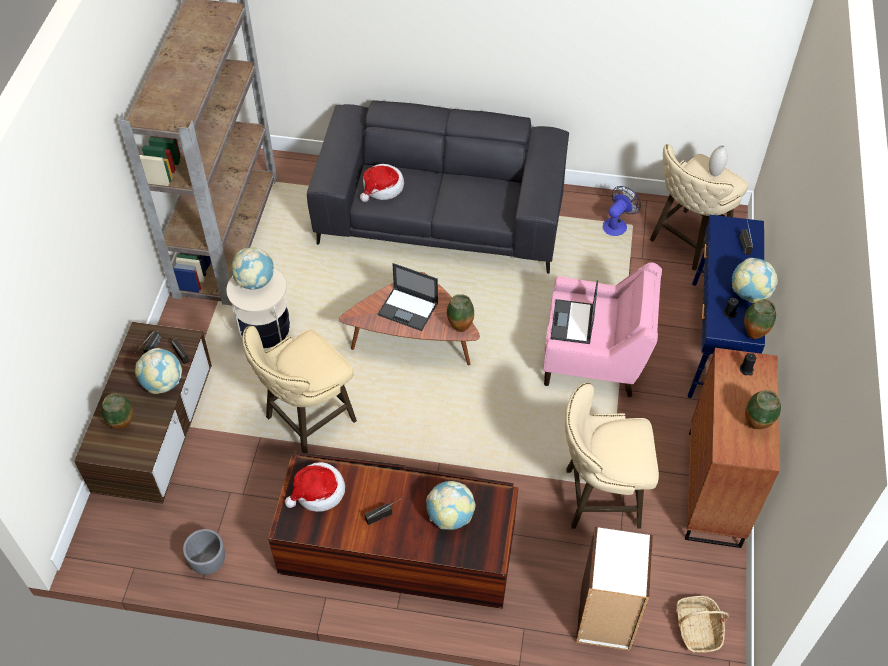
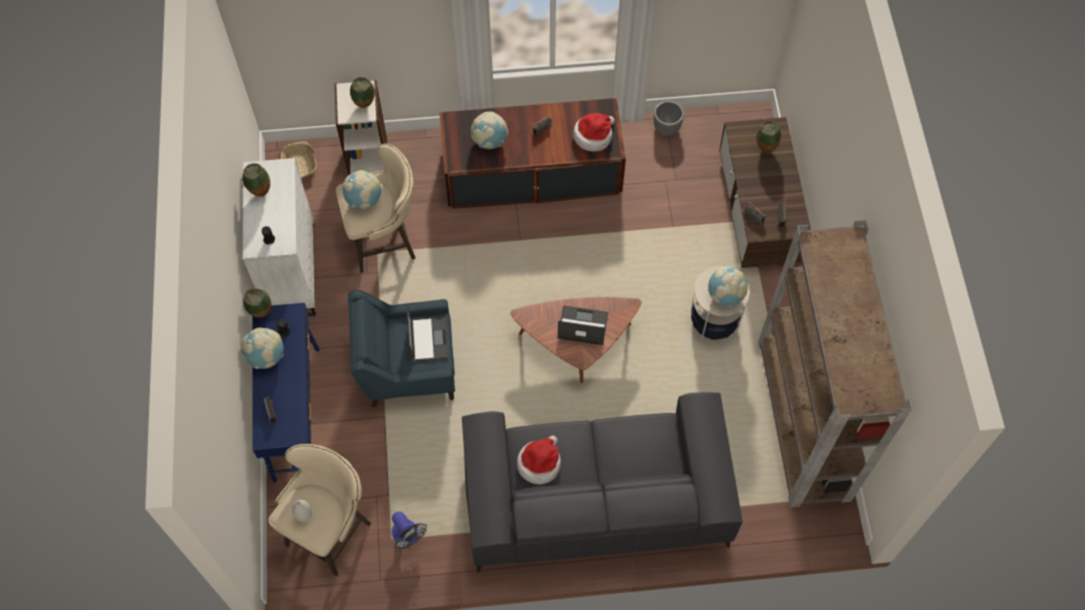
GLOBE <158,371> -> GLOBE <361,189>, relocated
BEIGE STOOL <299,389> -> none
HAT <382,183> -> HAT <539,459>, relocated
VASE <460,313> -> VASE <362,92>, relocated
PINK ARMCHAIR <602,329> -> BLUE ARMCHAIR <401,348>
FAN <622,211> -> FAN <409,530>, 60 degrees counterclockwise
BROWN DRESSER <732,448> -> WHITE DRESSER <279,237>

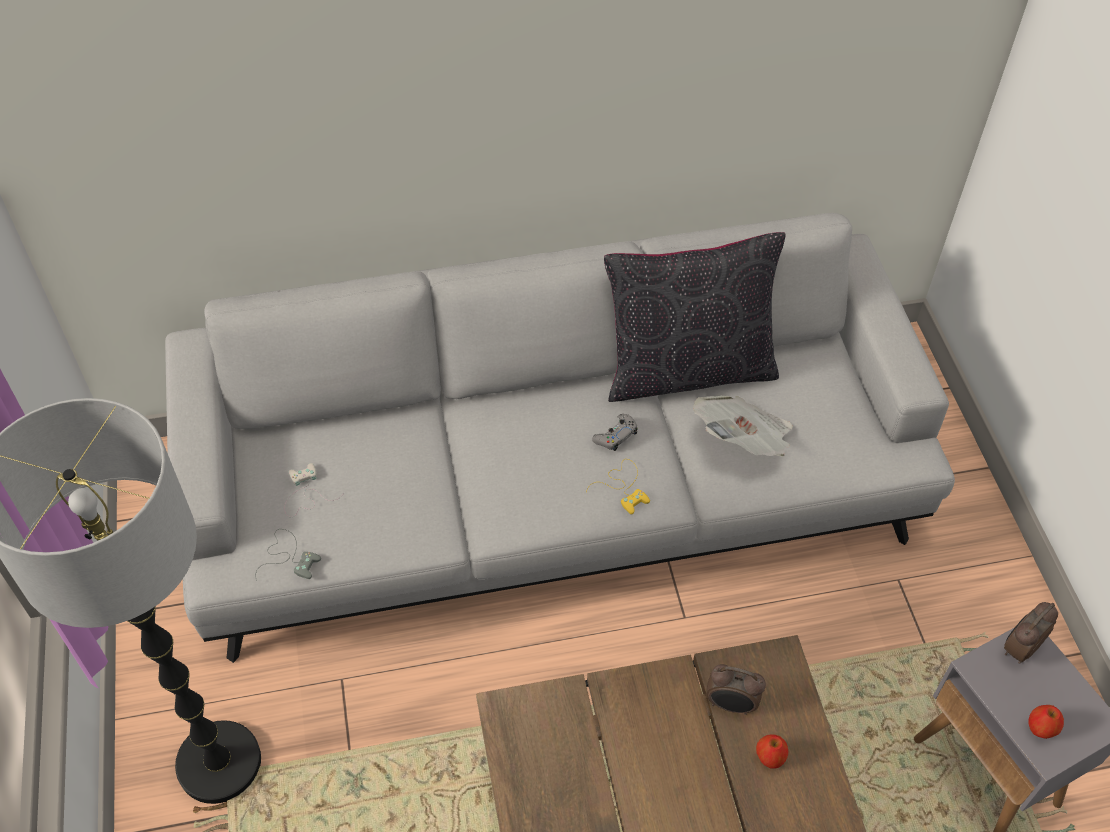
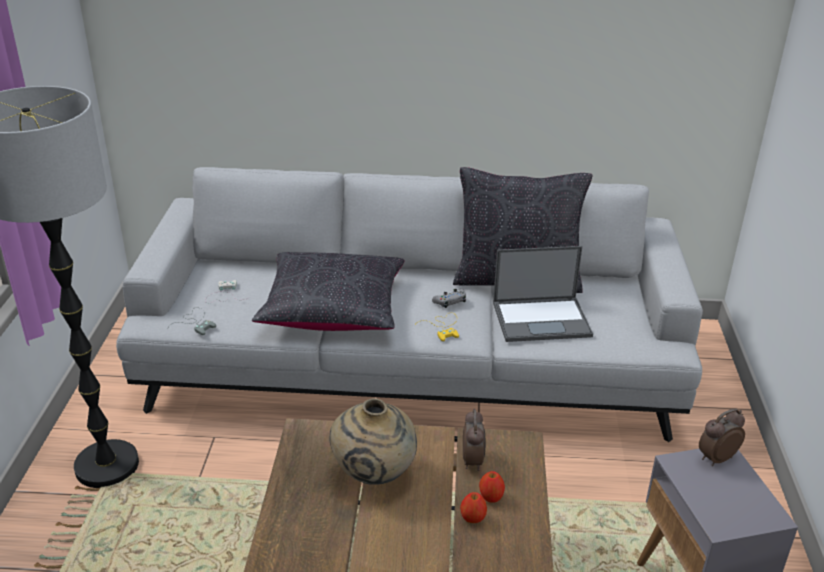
NEWSPAPER <743,426> -> LAPTOP <543,294>
ALARM CLOCK <736,689> -> ALARM CLOCK <474,439>, 120 degrees counterclockwise
APPLE <1046,722> -> APPLE <473,507>, relocated
none -> BLACK PILLOW <328,291>
none -> BEIGE VASE <373,441>

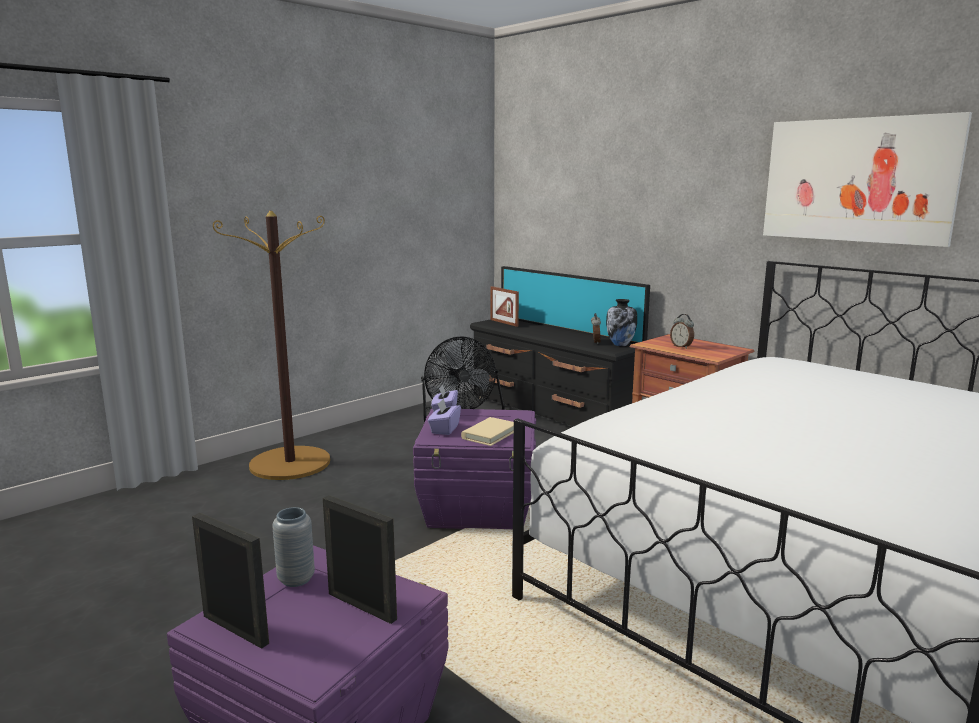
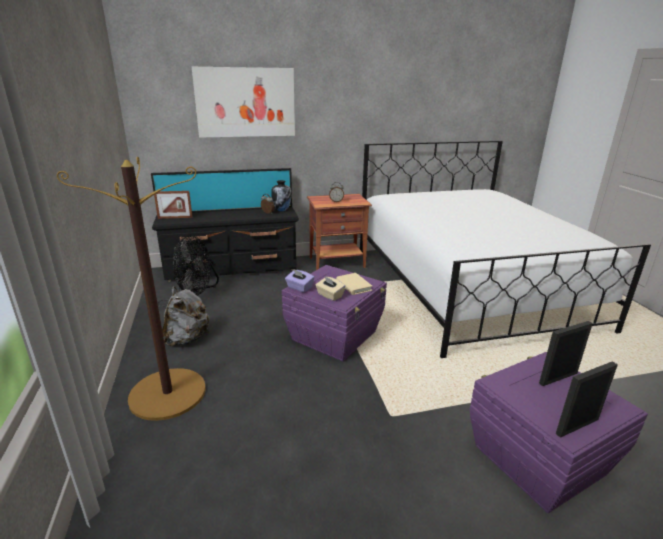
GREY VASE <293,547> -> none
PURPLE TISSUE BOX <444,416> -> BEIGE TISSUE BOX <330,289>
PICTURE <867,179> -> PICTURE <243,102>, relocated
none -> GREY BACKPACK <186,316>

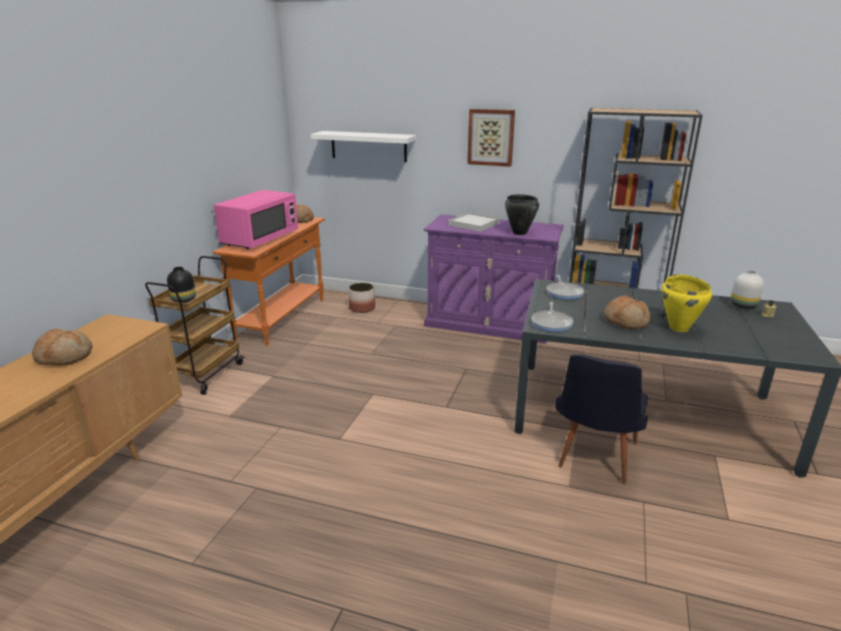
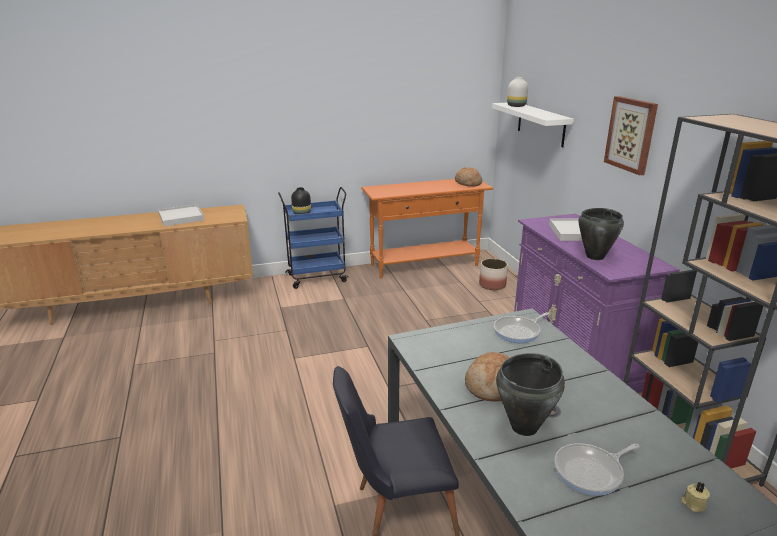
BREAD <62,347> -> WHITE TRAY <181,215>
BROWN CART <195,325> -> BLUE CART <313,238>
PINK MICROWAVE <256,219> -> none
FRYING PAN <552,317> -> FRYING PAN <597,469>, relocated
YELLOW COOKING POT <687,303> -> BLACK COOKING POT <530,394>
WHITE VASE <747,289> -> WHITE VASE <517,92>, relocated

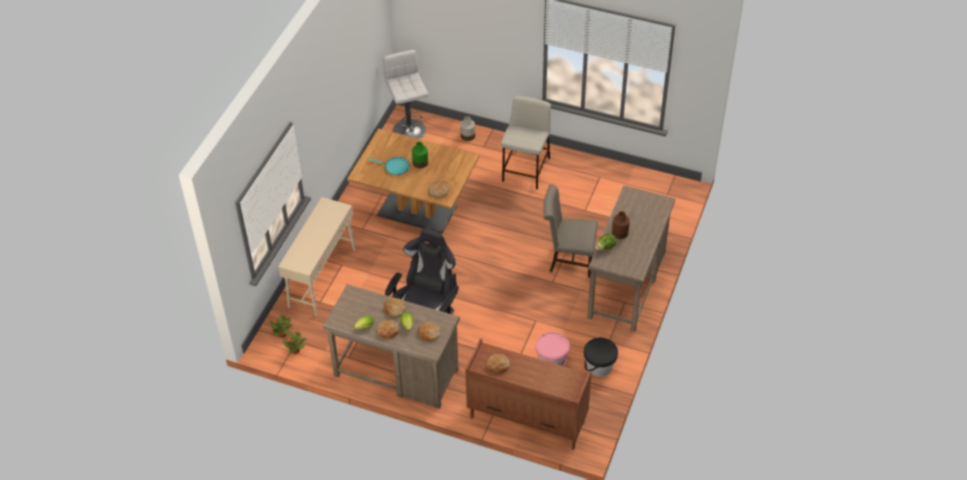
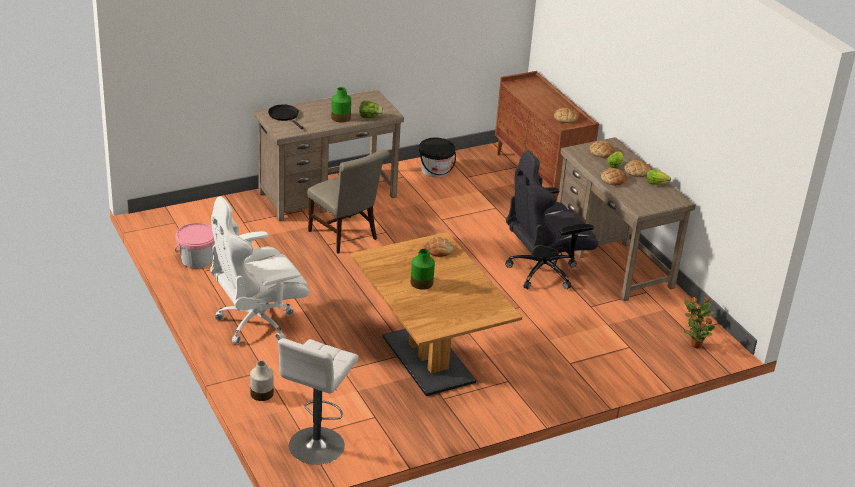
BEIGE CONSOLE TABLE <317,256> -> none
TURQUOISE FRYING PAN <389,166> -> none
BEIGE STOOL <526,142> -> WHITE OFFICE CHAIR <260,270>
PINK BUCKET <553,349> -> PINK BUCKET <194,245>, relocated
BROWN VASE <621,225> -> GREEN VASE <341,105>
none -> BLACK FRYING PAN <285,116>

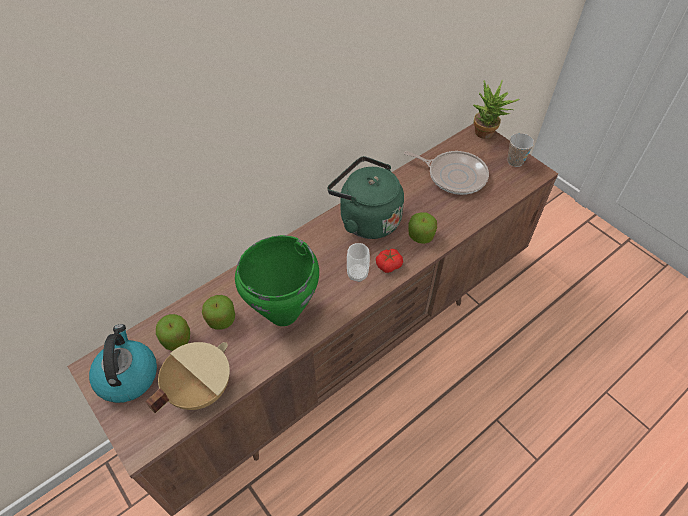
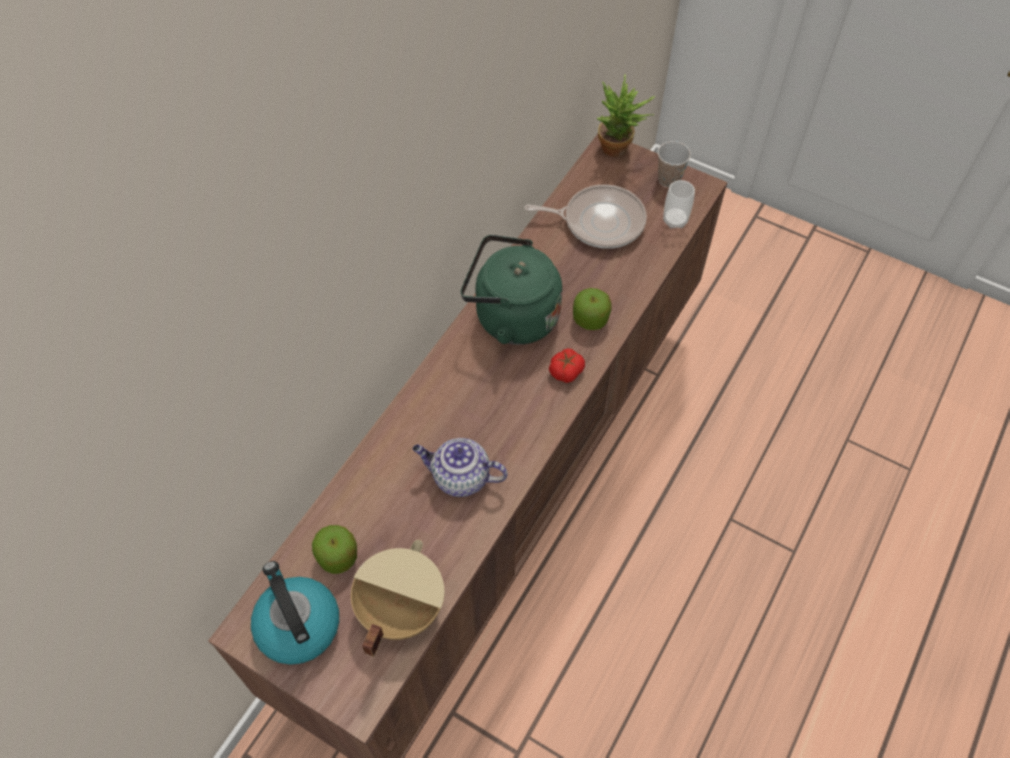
APPLE <218,312> -> none
GREEN COOKING POT <277,280> -> TEAPOT <460,467>
CUP <358,262> -> CUP <679,204>, relocated

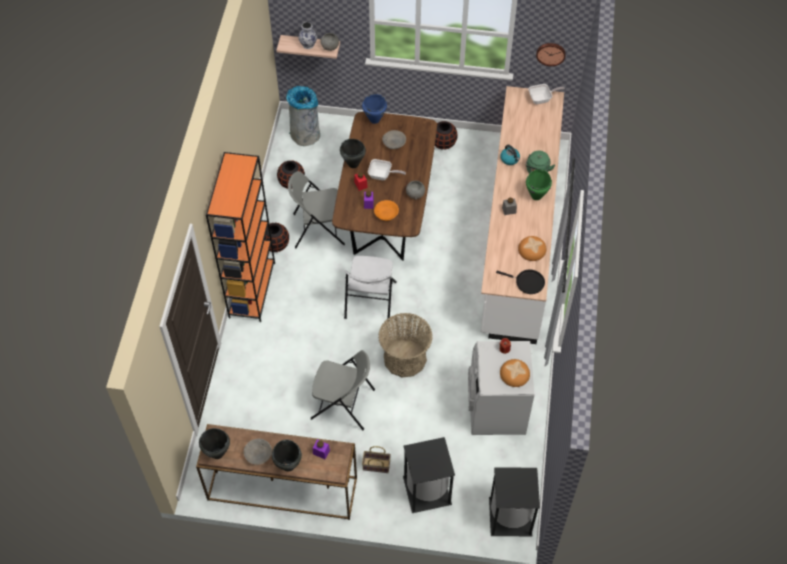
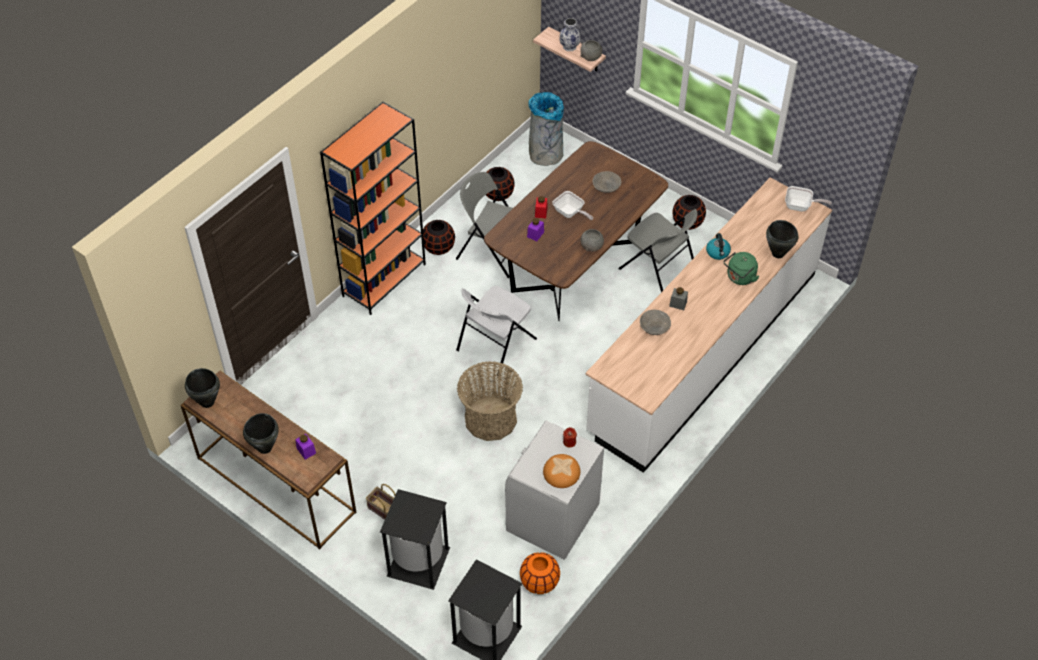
GREY BOWL <258,452> -> GREY BOWL <655,322>, relocated
GREY CHAIR <343,390> -> GREY CHAIR <658,250>, relocated
BLACK COOKING POT <353,153> -> BLACK COOKING POT <782,239>, relocated
BLUE COOKING POT <374,109> -> none
ORANGE BOWL <386,210> -> none
BLACK FRYING PAN <520,282> -> none
BREAD <532,248> -> none
GREEN COOKING POT <539,184> -> none
WALL CLOCK <551,54> -> none
none -> ORANGE VASE <540,573>

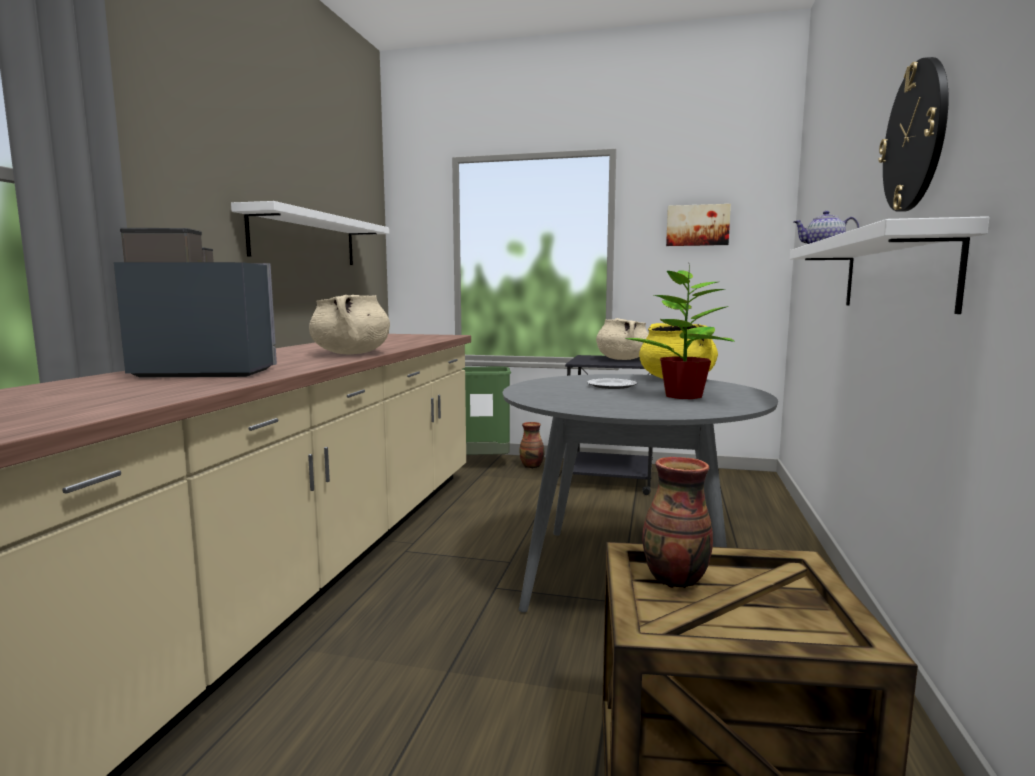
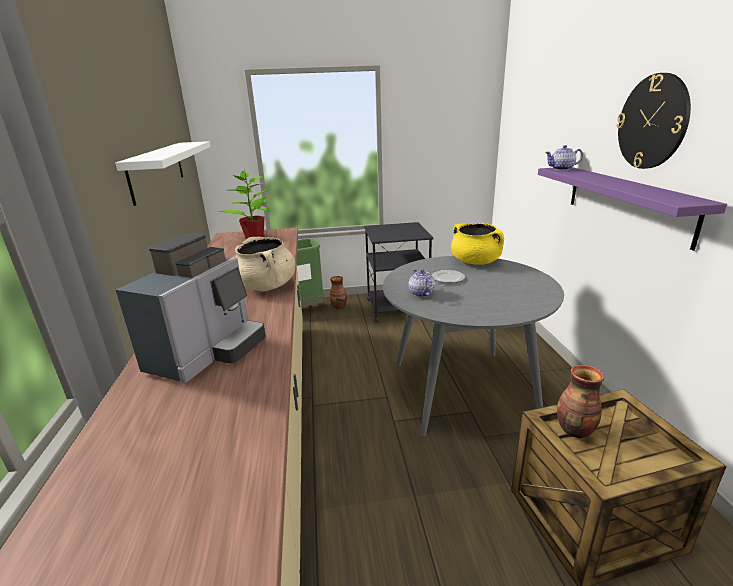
COFFEE MACHINE <195,302> -> COFFEE MACHINE <191,308>, 135 degrees clockwise
BEIGE COOKING POT <622,339> -> none
POTTED PLANT <680,332> -> POTTED PLANT <244,205>, relocated
PICTURE <698,225> -> none
WHITE SHELF <889,265> -> PURPLE SHELF <632,209>
none -> TEAPOT <421,283>

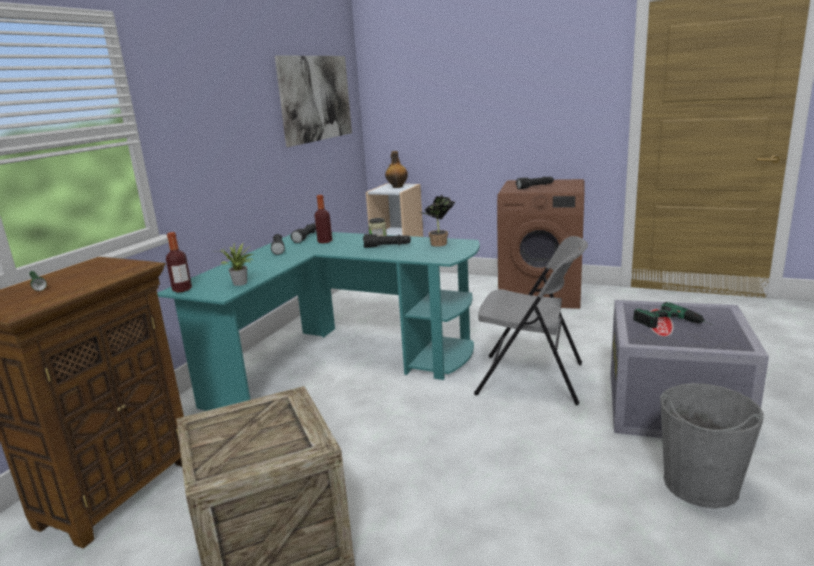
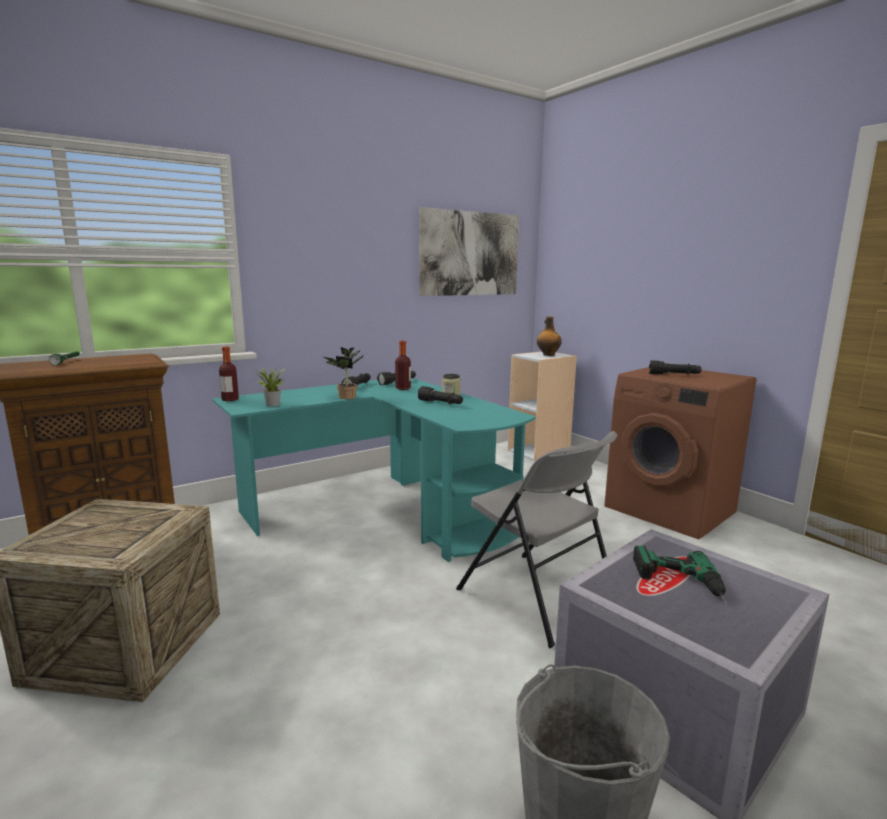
POTTED PLANT <437,221> -> POTTED PLANT <344,373>, relocated

